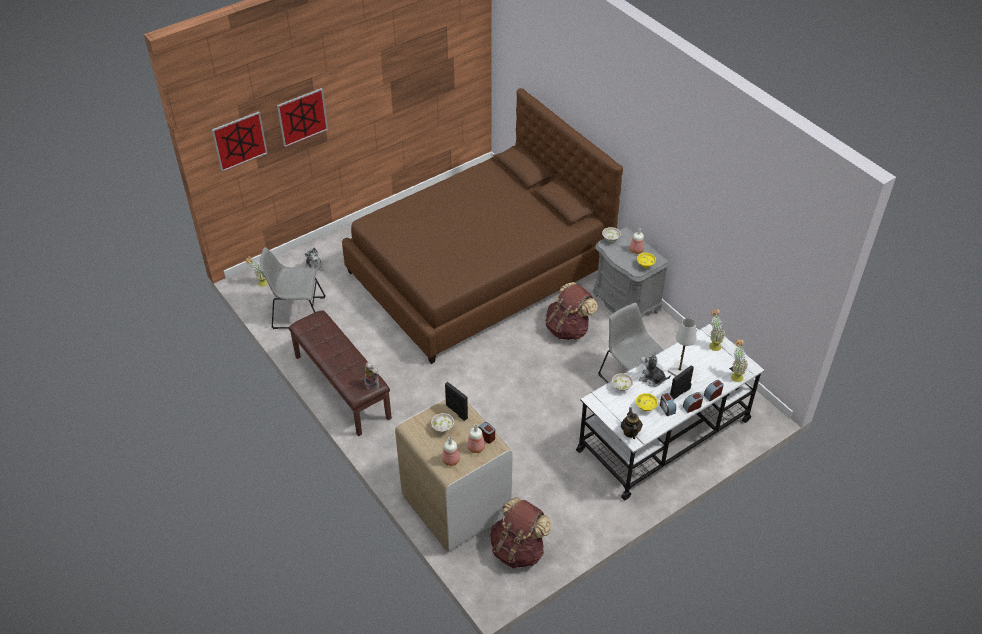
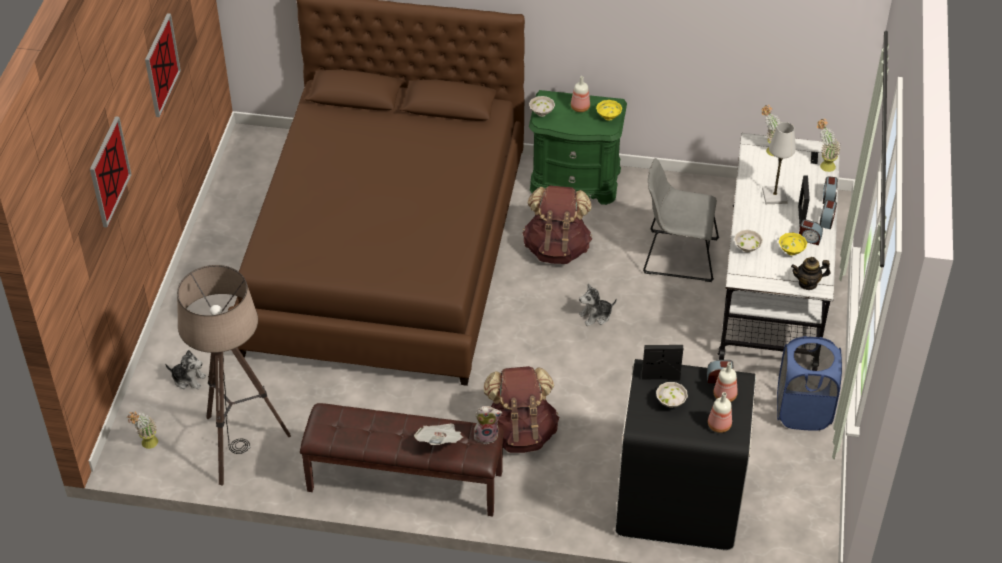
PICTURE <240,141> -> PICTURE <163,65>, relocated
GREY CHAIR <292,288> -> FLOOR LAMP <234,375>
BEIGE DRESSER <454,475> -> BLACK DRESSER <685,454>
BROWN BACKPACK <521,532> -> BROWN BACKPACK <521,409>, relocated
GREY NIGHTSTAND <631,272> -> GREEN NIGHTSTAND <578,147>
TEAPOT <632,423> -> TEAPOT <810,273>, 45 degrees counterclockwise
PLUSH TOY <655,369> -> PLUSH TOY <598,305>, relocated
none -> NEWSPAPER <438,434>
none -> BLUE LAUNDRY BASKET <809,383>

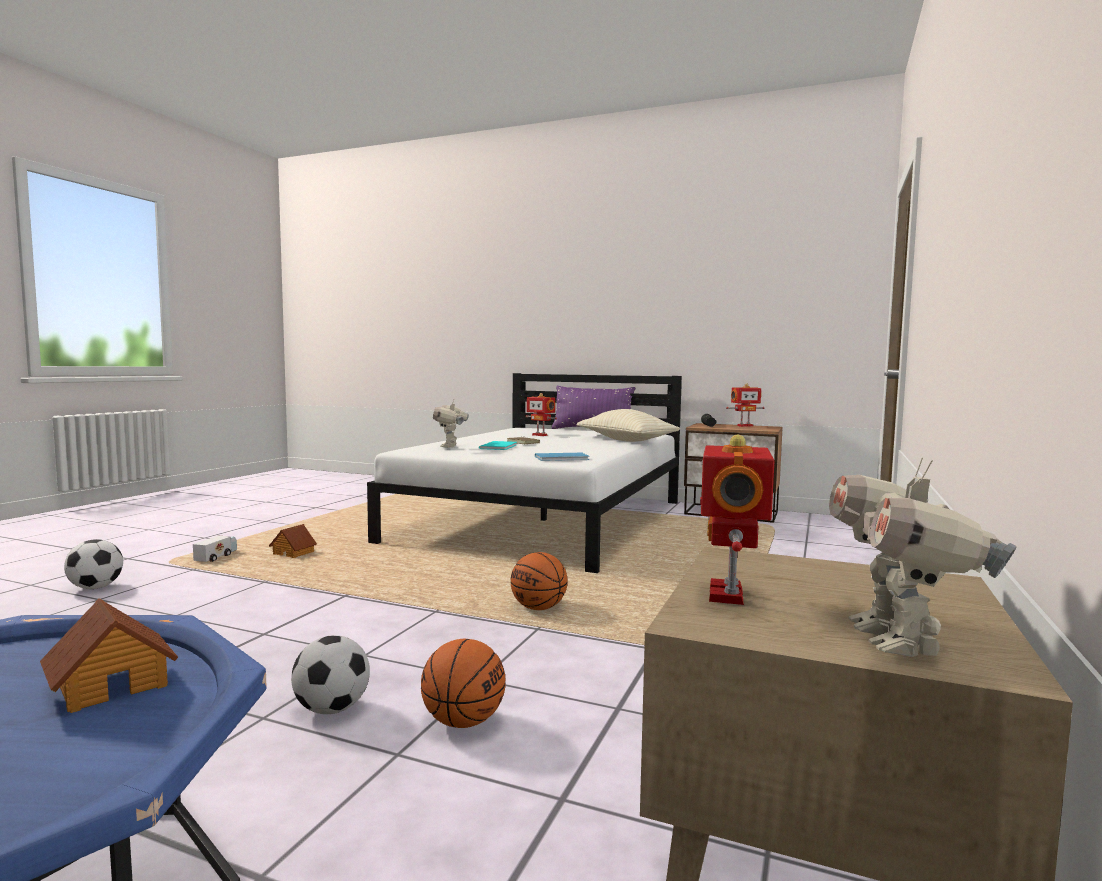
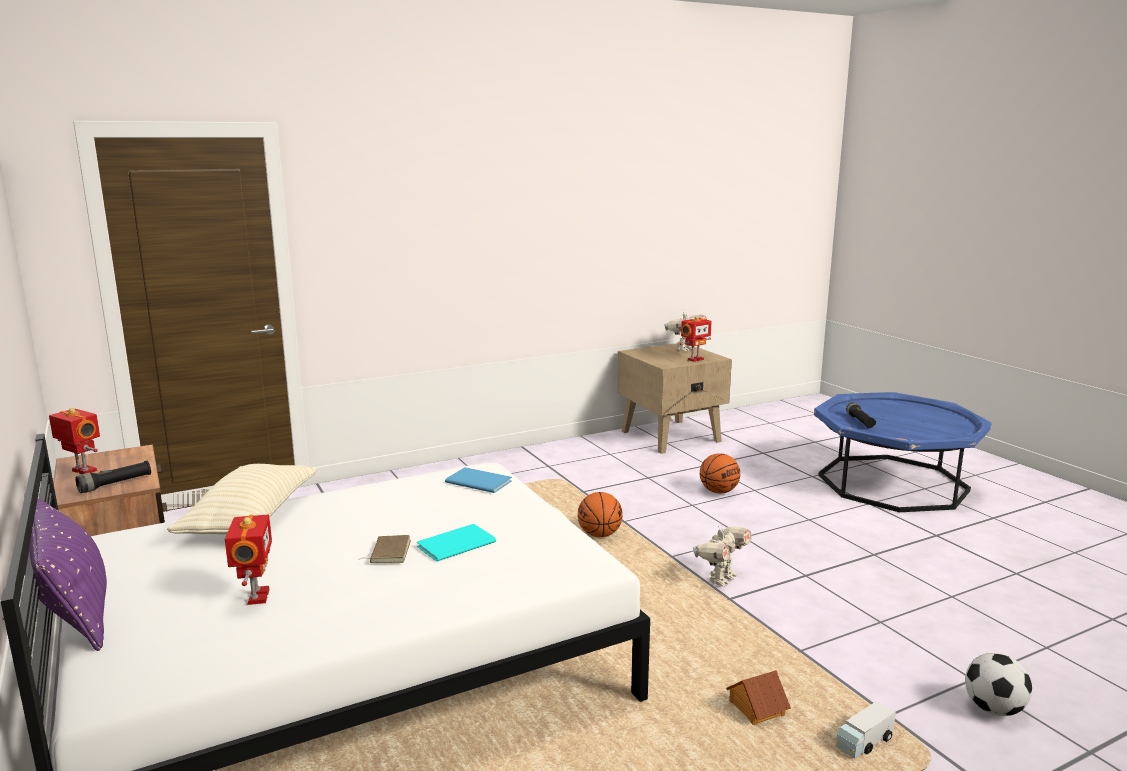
TOY HOUSE <109,655> -> BLACK FLASHLIGHT <861,415>
FOOTBALL <330,674> -> none
TOY ROBOT <451,424> -> TOY ROBOT <722,555>, relocated

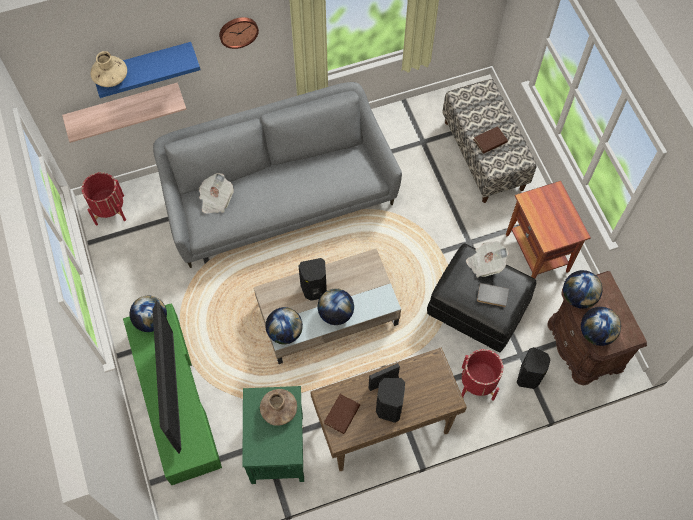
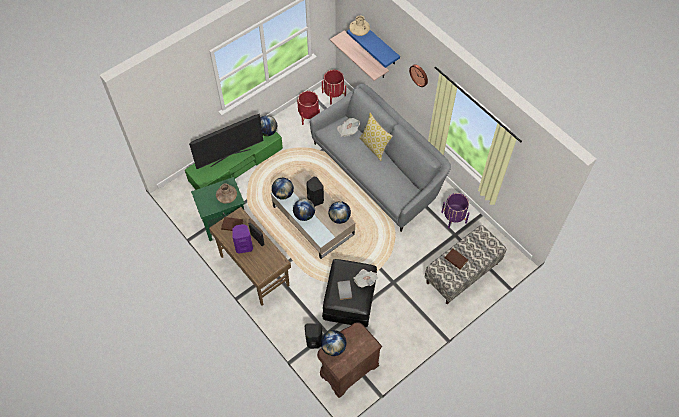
BLACK SPEAKER <390,400> -> PURPLE SPEAKER <242,239>
RED PLANTER <482,375> -> RED PLANTER <308,108>, relocated
NIGHTSTAND <548,230> -> none
GLOBE <582,289> -> GLOBE <340,212>, relocated
none -> PILLOW <376,137>
none -> PURPLE PLANTER <455,210>

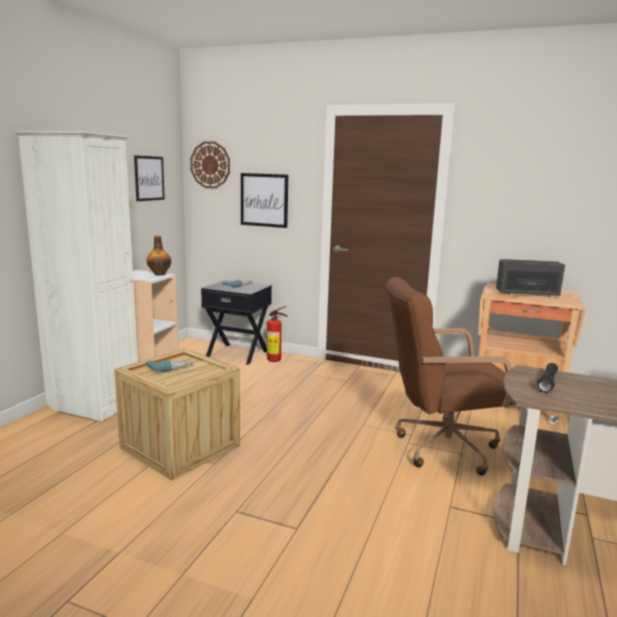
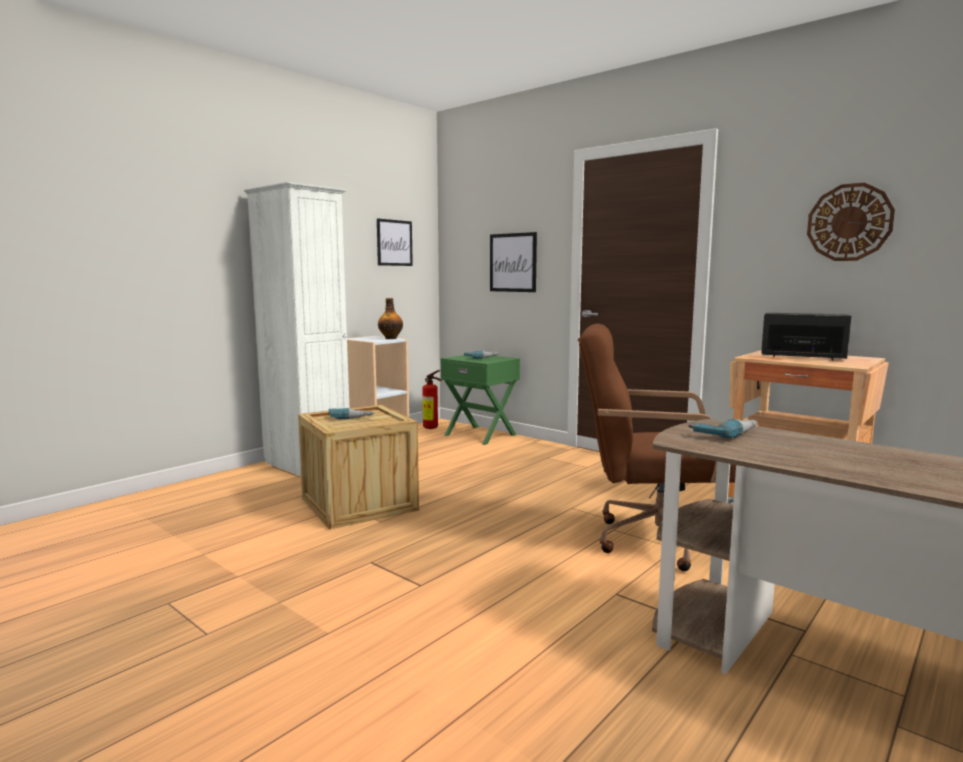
WALL CLOCK <210,165> -> WALL CLOCK <851,222>, relocated
BLACK NIGHTSTAND <236,322> -> GREEN NIGHTSTAND <480,400>
FIRE EXTINGUISHER <277,334> -> FIRE EXTINGUISHER <432,399>, relocated
BLACK FLASHLIGHT <547,378> -> POWER DRILL <722,429>

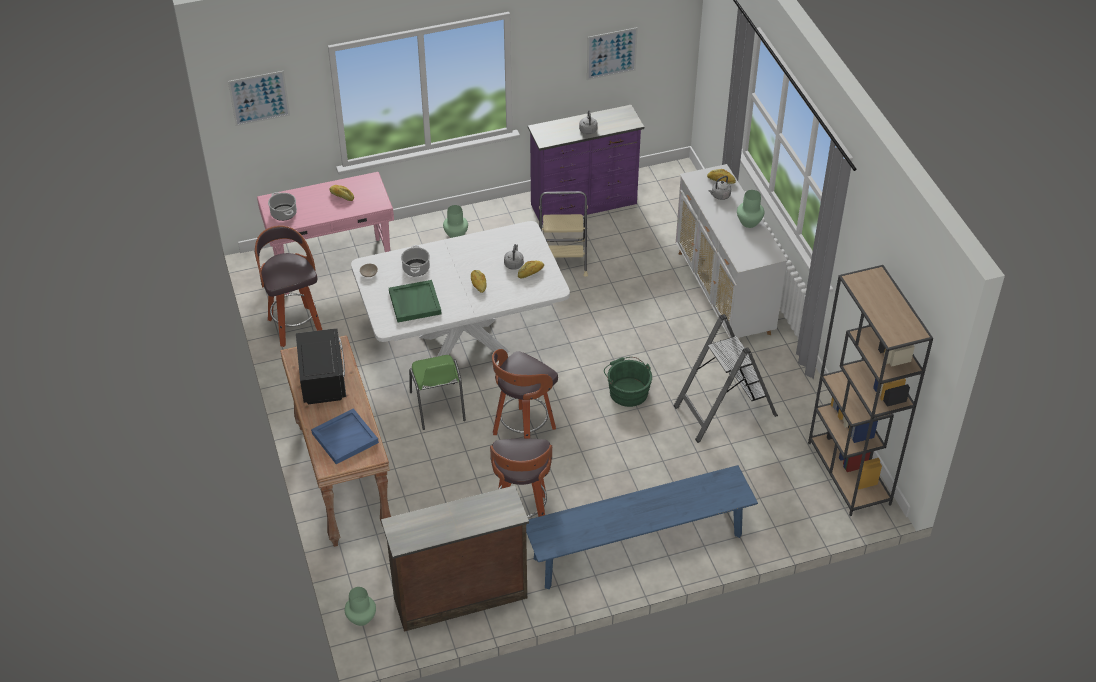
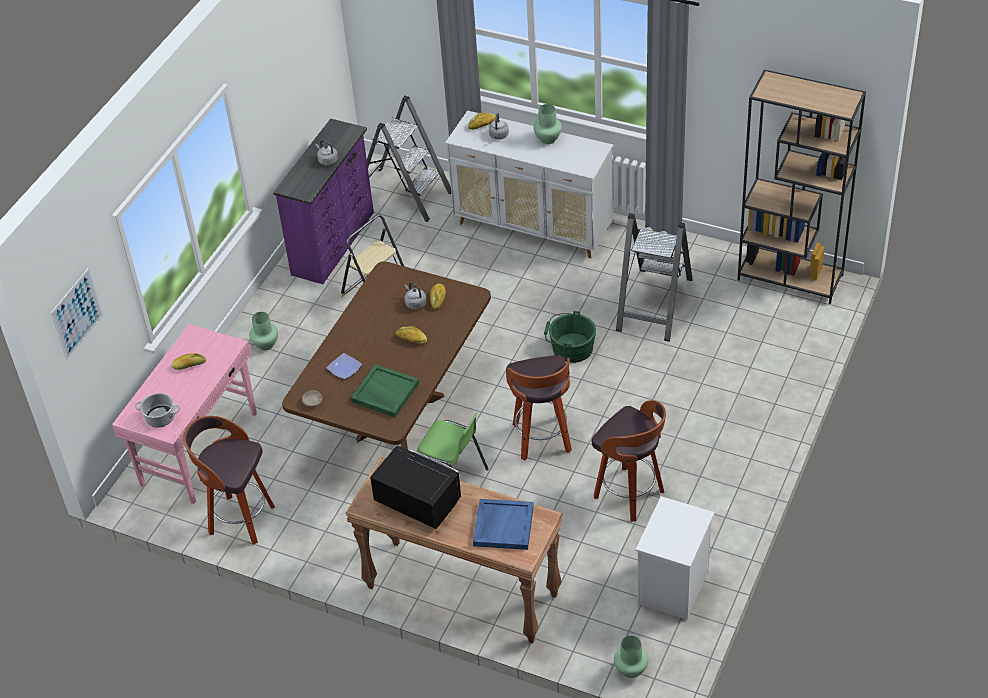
WHITE DINING TABLE <460,289> -> BROWN DINING TABLE <386,355>
BROWN DRESSER <455,558> -> WHITE NIGHTSTAND <675,558>
COOKING POT <415,261> -> PLATE <344,366>
BLUE BENCH <642,527> -> none
PICTURE <612,53> -> none
none -> GREY STEP LADDER <409,159>

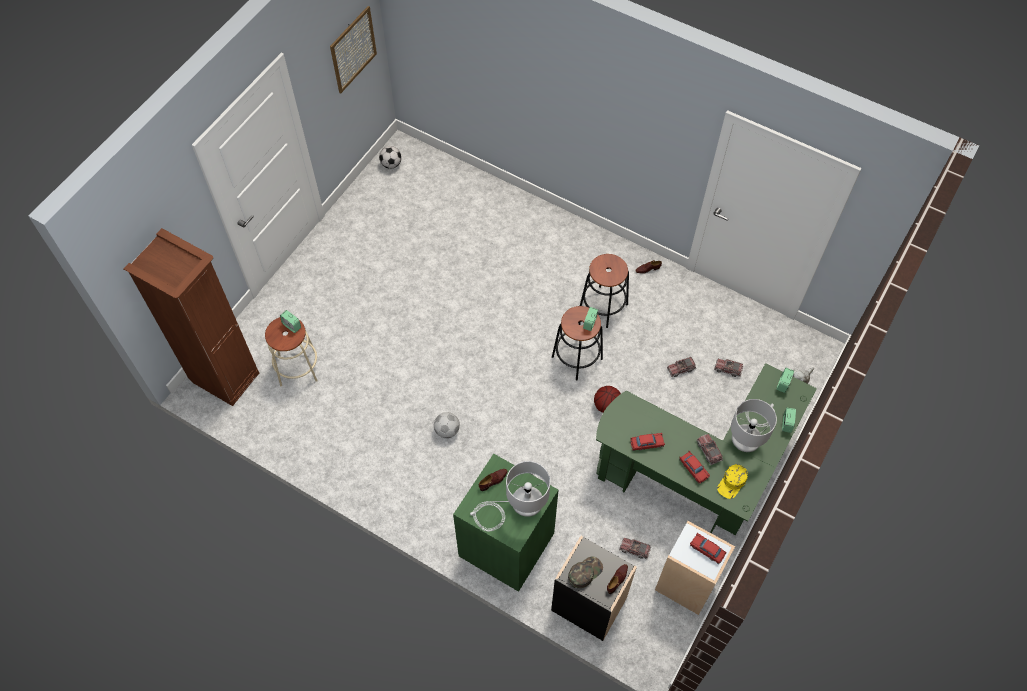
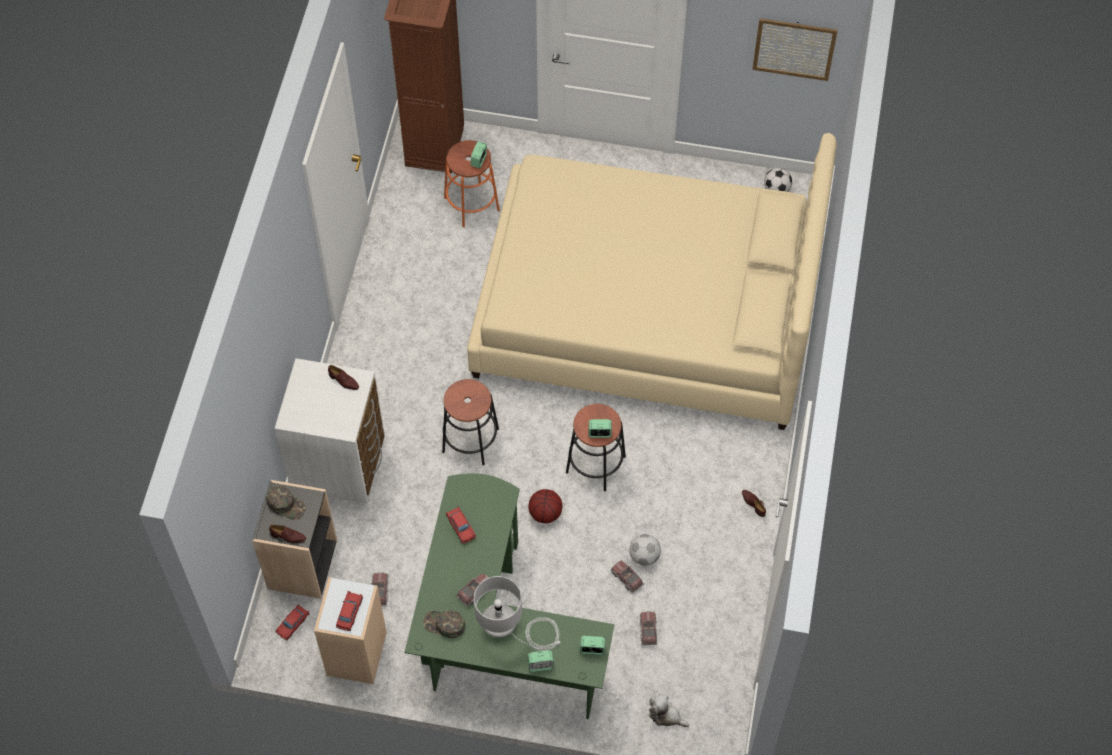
BEIGE STOOL <291,351> -> ORANGE STOOL <472,183>
FOOTBALL <447,425> -> FOOTBALL <645,550>, relocated
GREEN DRESSER <506,523> -> WHITE DRESSER <330,431>
GREY TABLE LAMP <510,496> -> none
BLACK STOOL <604,291> -> BLACK STOOL <470,422>, relocated
RED TOY CAR <694,467> -> RED TOY CAR <292,622>, relocated
YELLOW CAP <732,481> -> GREEN CAP <444,624>
none -> BEIGE BED <652,281>

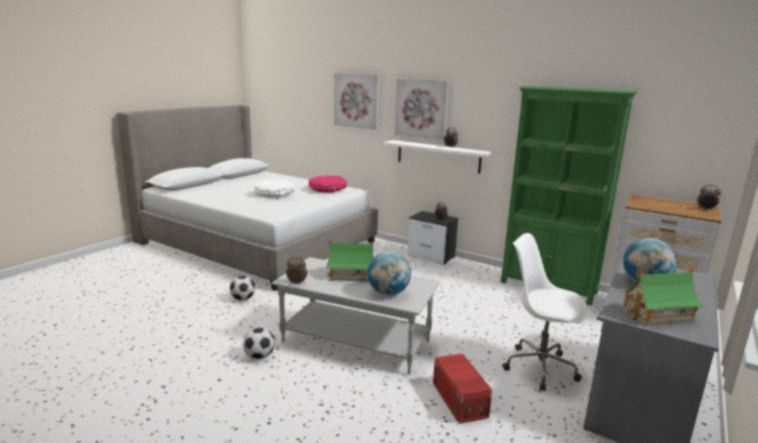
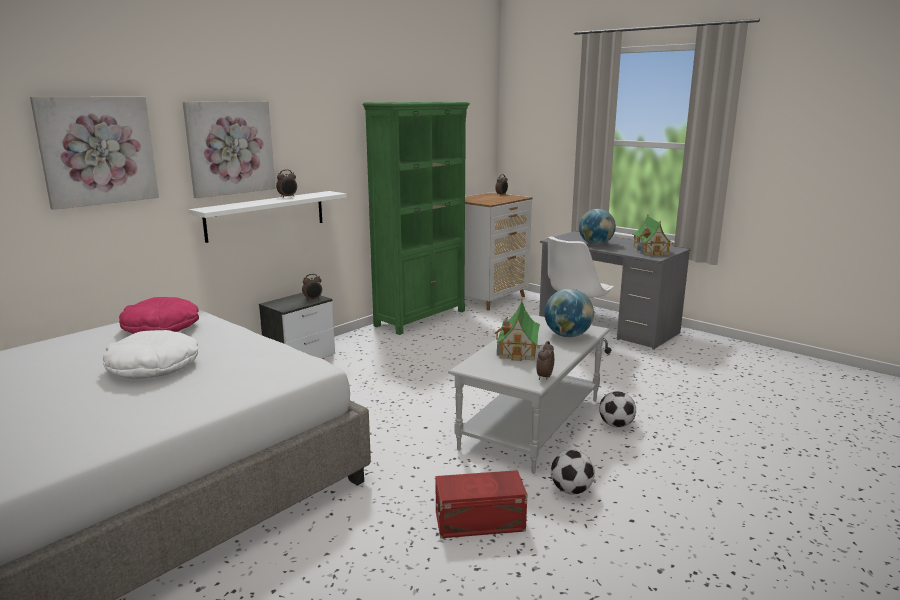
FOOTBALL <242,288> -> FOOTBALL <617,409>, relocated
RED STORAGE BOX <462,388> -> RED STORAGE BOX <481,504>, relocated

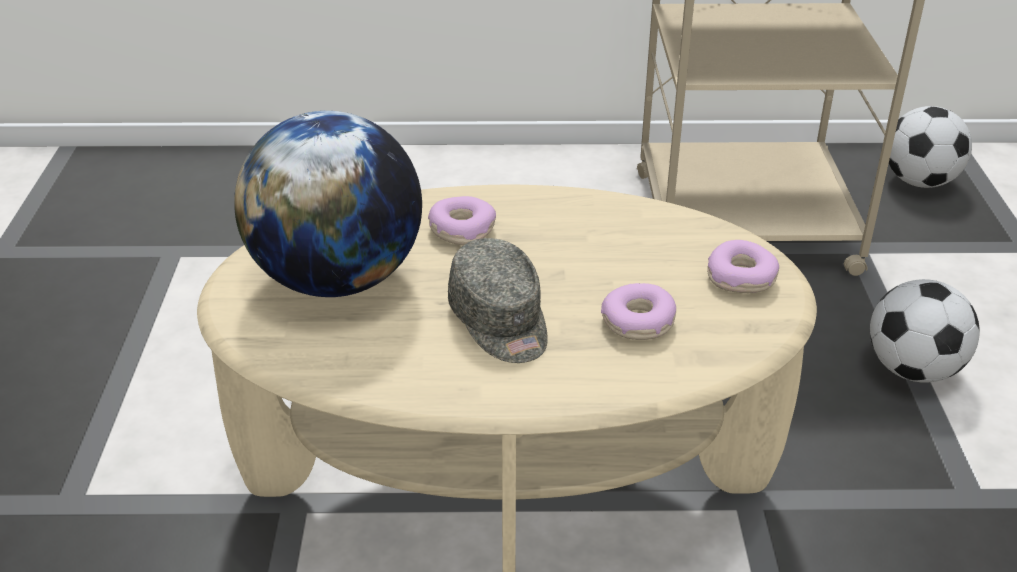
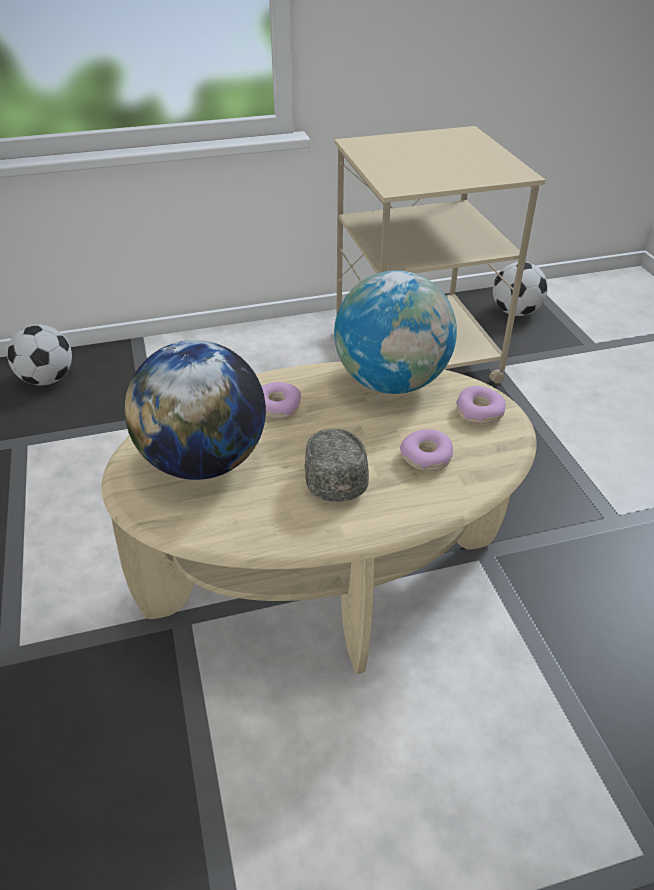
GREY CAP <498,300> -> GREY CAP <337,465>, 150 degrees counterclockwise
FOOTBALL <925,330> -> FOOTBALL <39,355>, relocated
none -> GLOBE <395,332>

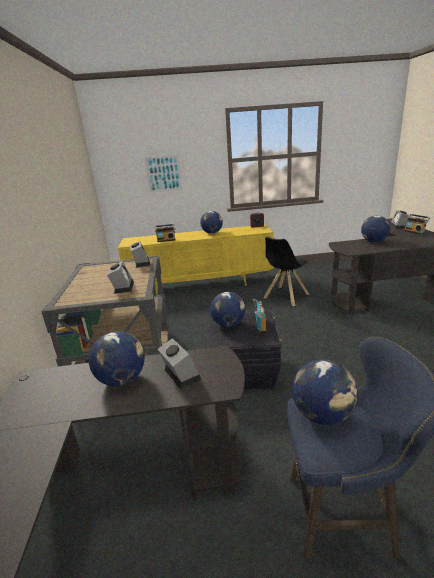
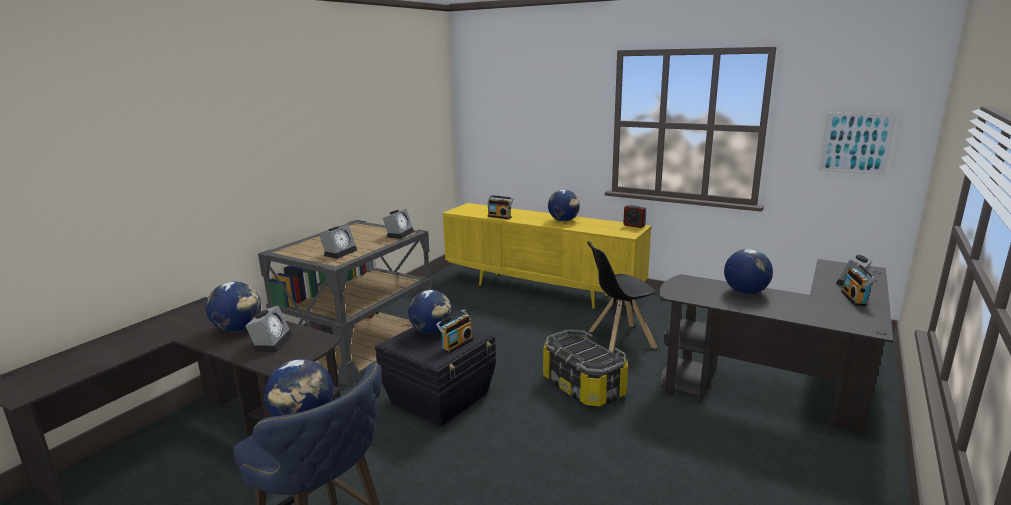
PICTURE <163,173> -> PICTURE <857,144>, relocated
none -> STORAGE BOX <585,368>

